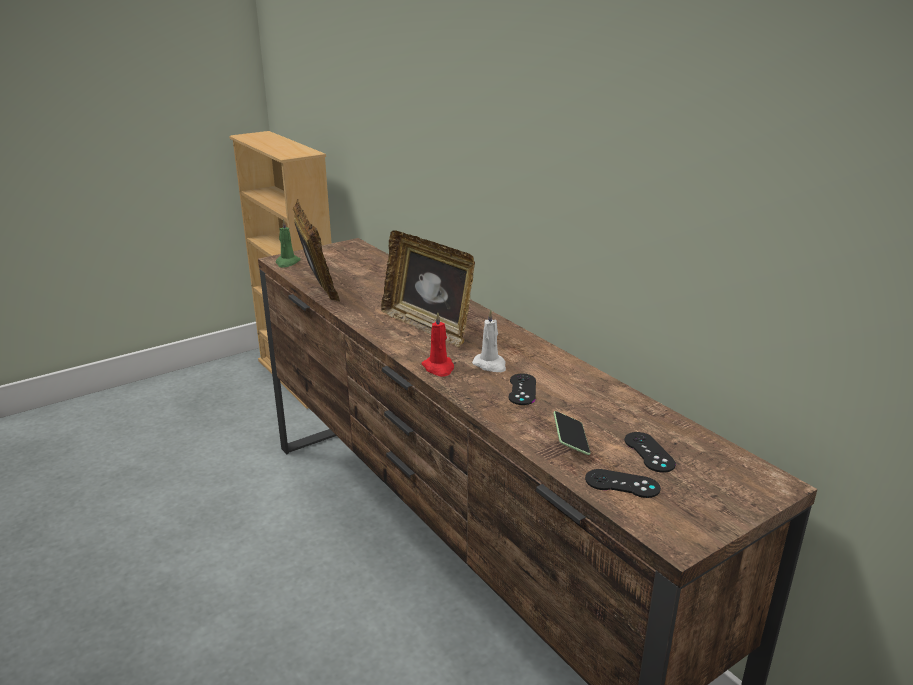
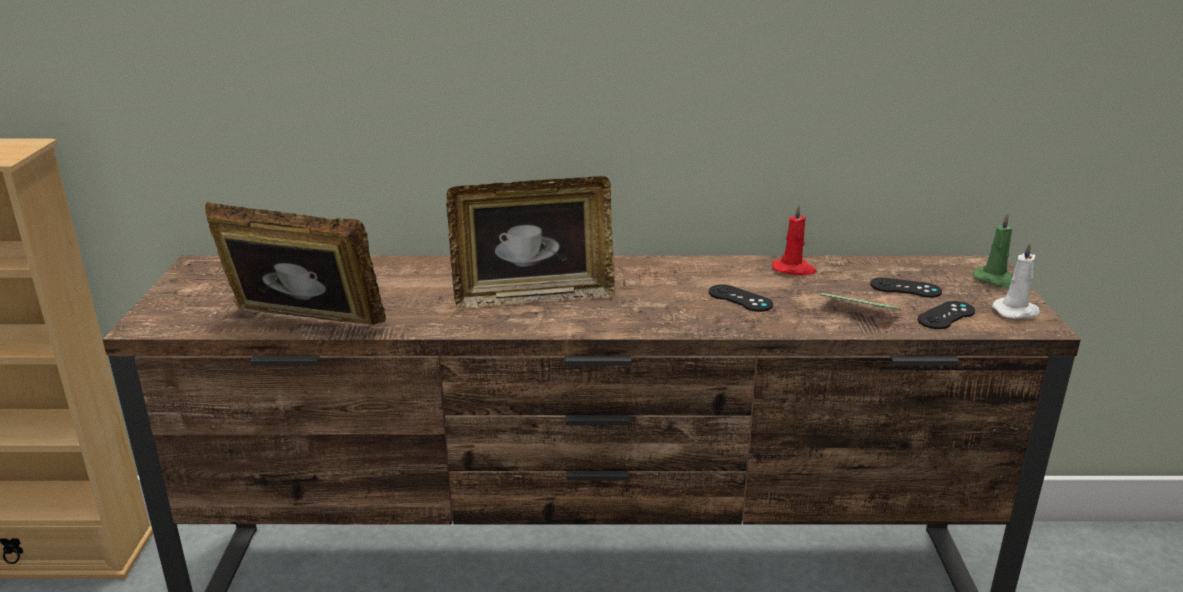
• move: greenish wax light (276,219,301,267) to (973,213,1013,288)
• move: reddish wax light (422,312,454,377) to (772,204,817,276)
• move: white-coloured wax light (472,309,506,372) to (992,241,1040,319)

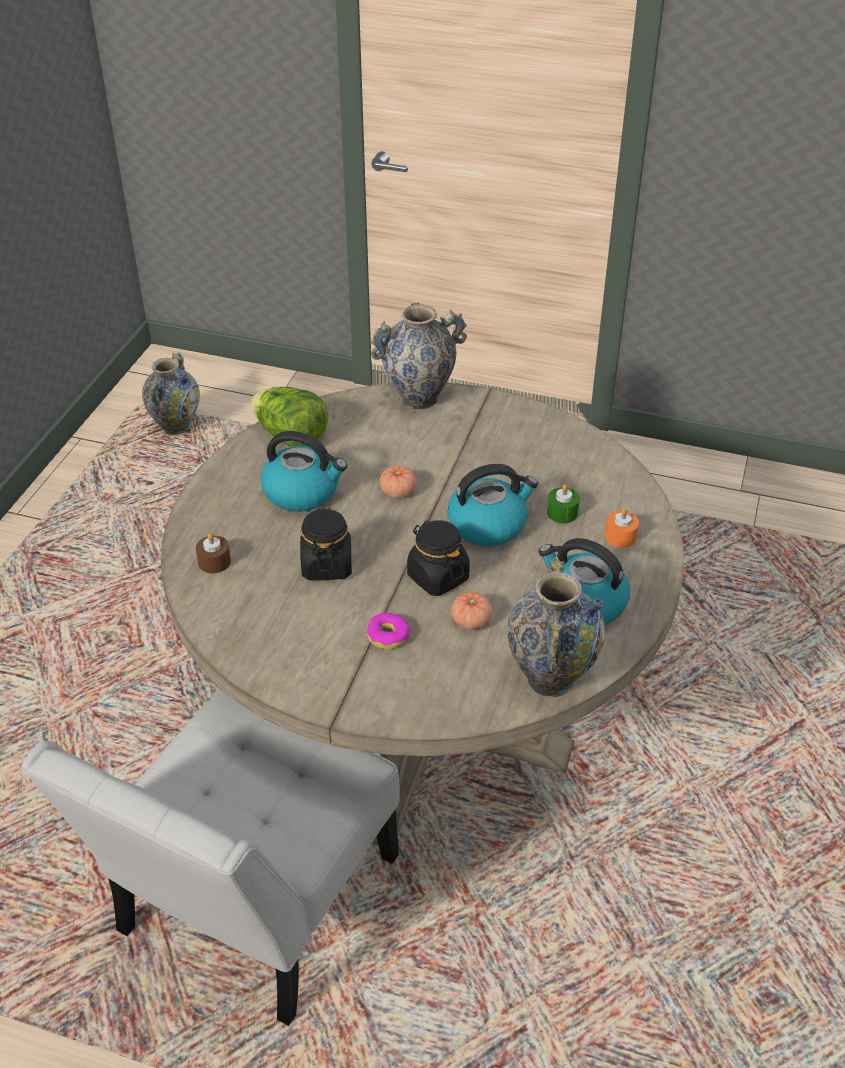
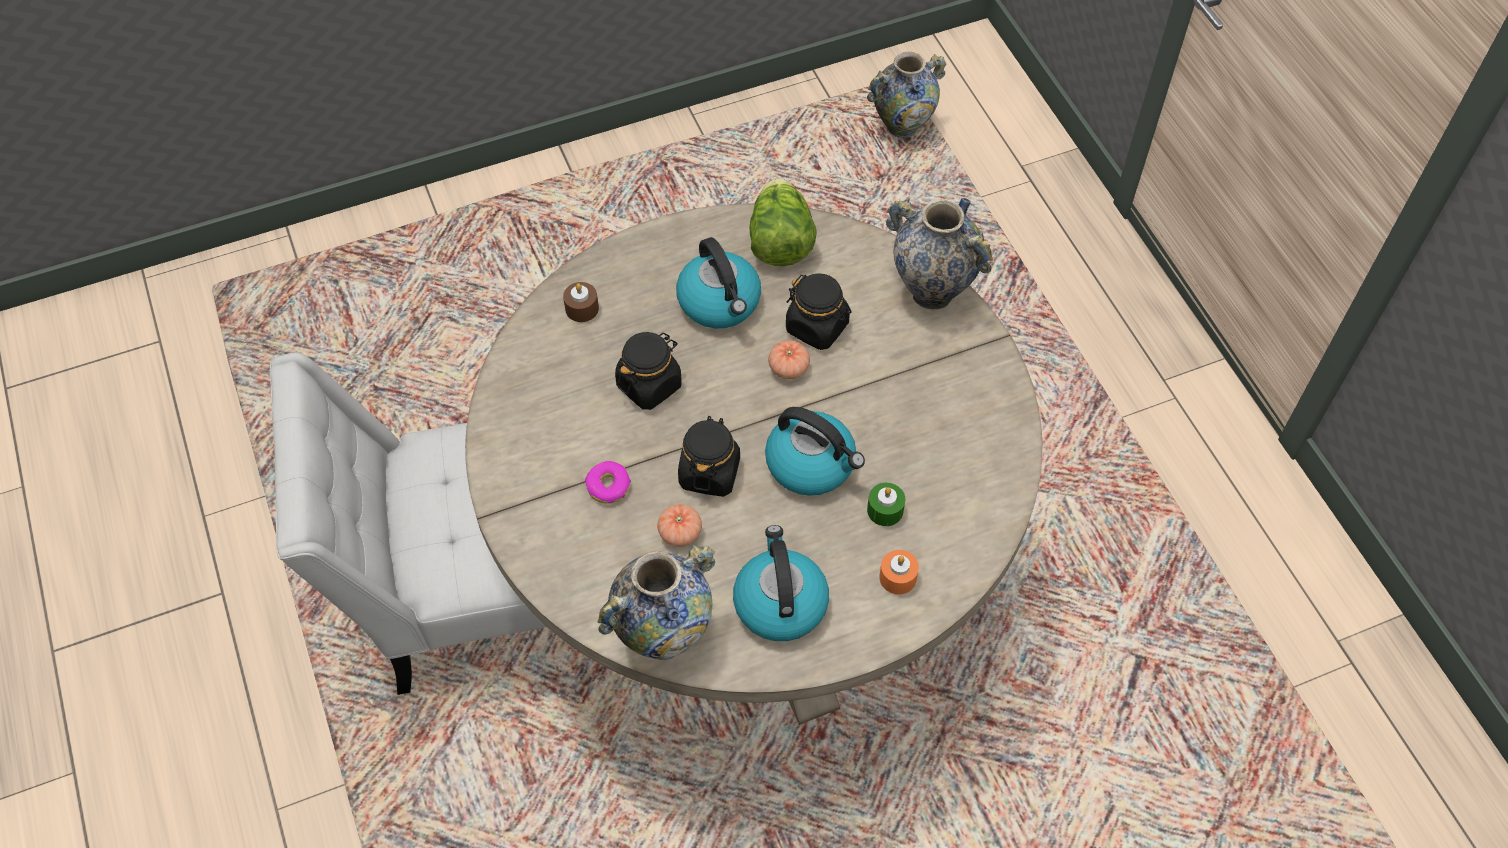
• insert: black-coloured storage jar (786,274,852,350)

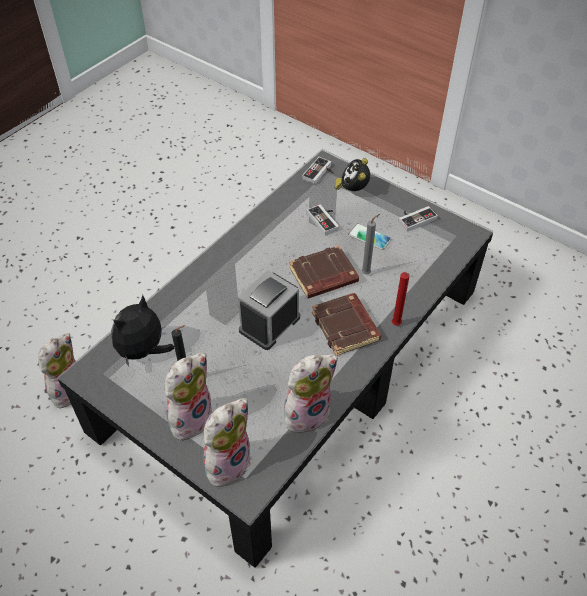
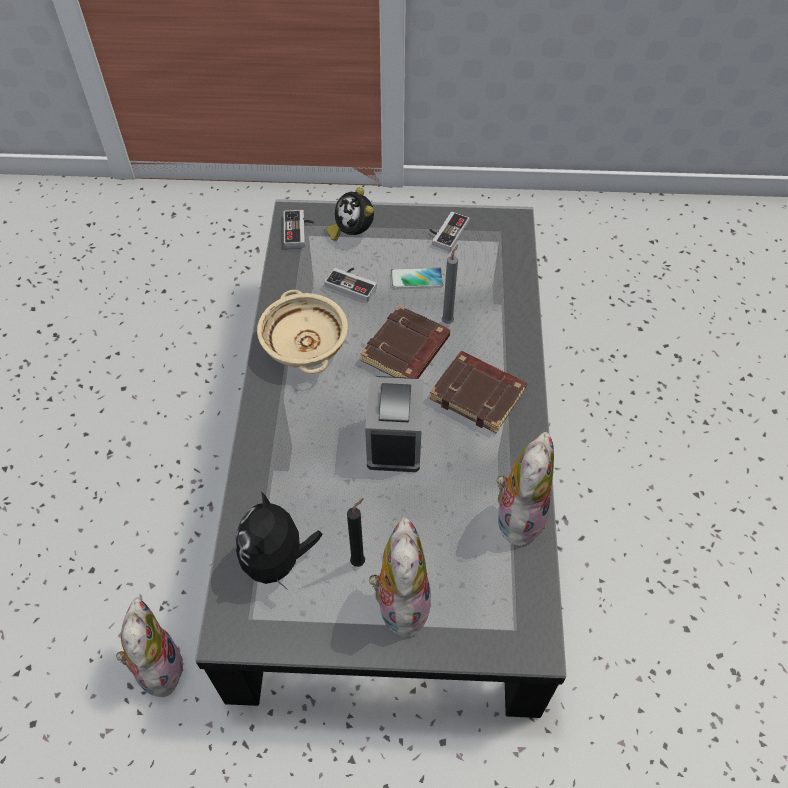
• delete: cuddly toy (203,398,252,487)
• delete: reddish wax light (392,272,410,326)
• insert: beige-coloured bowl (257,290,348,374)

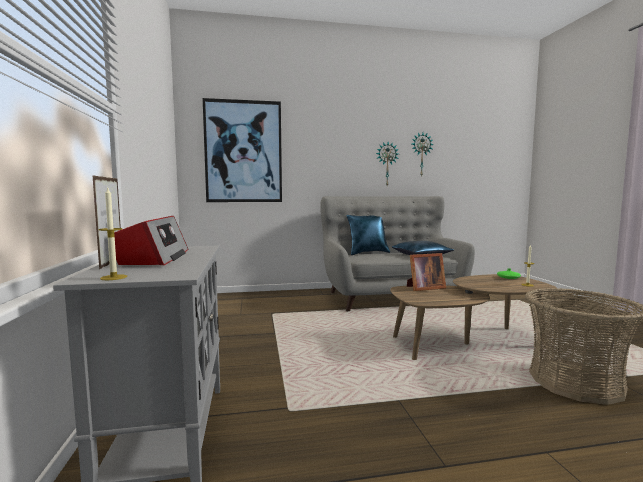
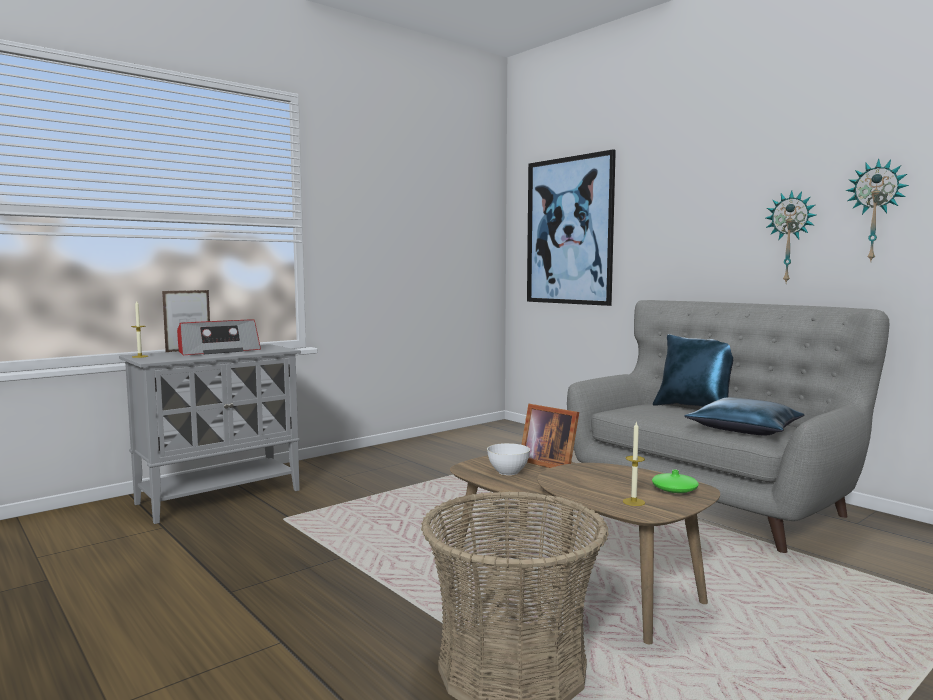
• insert: white-coloured bowl (487,443,530,475)

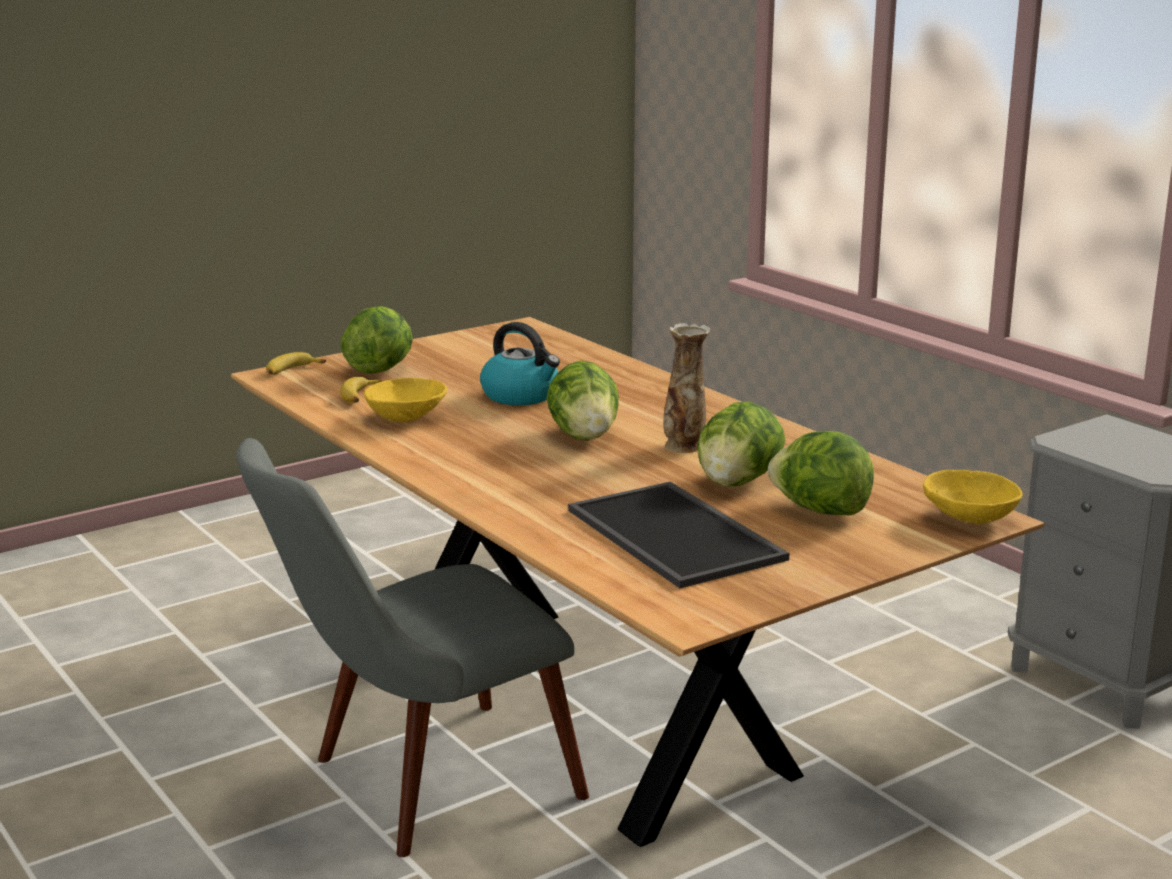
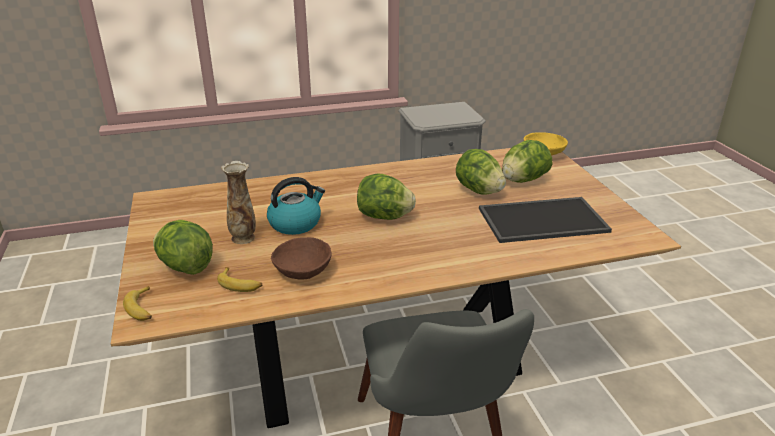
• move: decorative vase (663,323,710,453) to (221,161,256,244)
• recolor: yellowish bowl (364,378,447,422) to brown bowl (271,237,331,279)

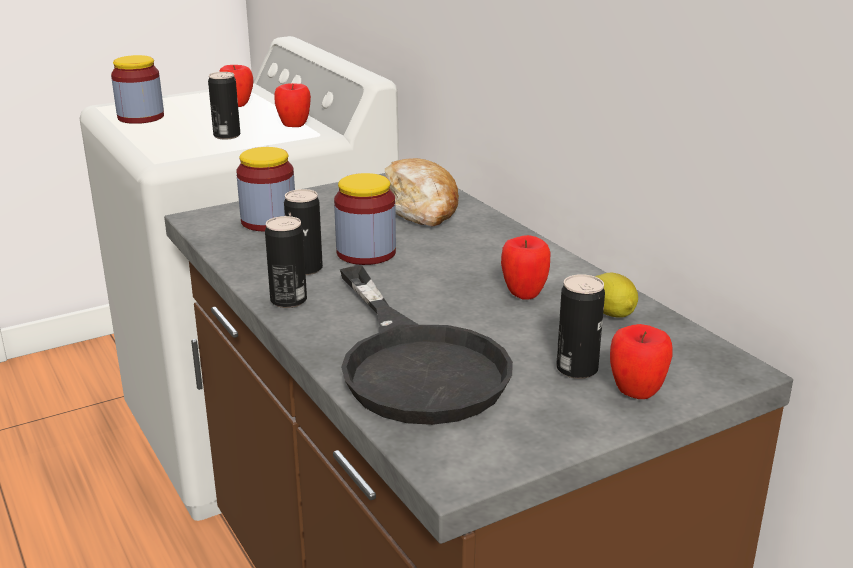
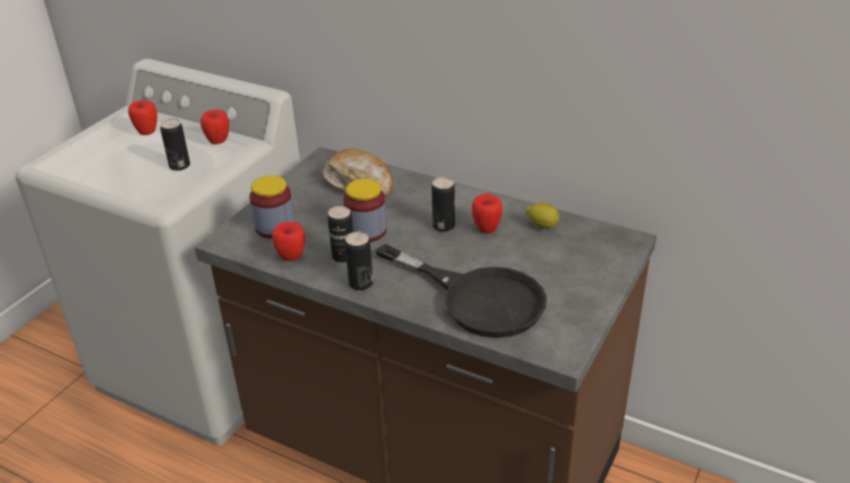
• delete: storage jar (111,55,164,124)
• move: sealed can (556,274,605,379) to (432,177,455,232)
• move: apple (610,324,673,399) to (272,222,305,261)

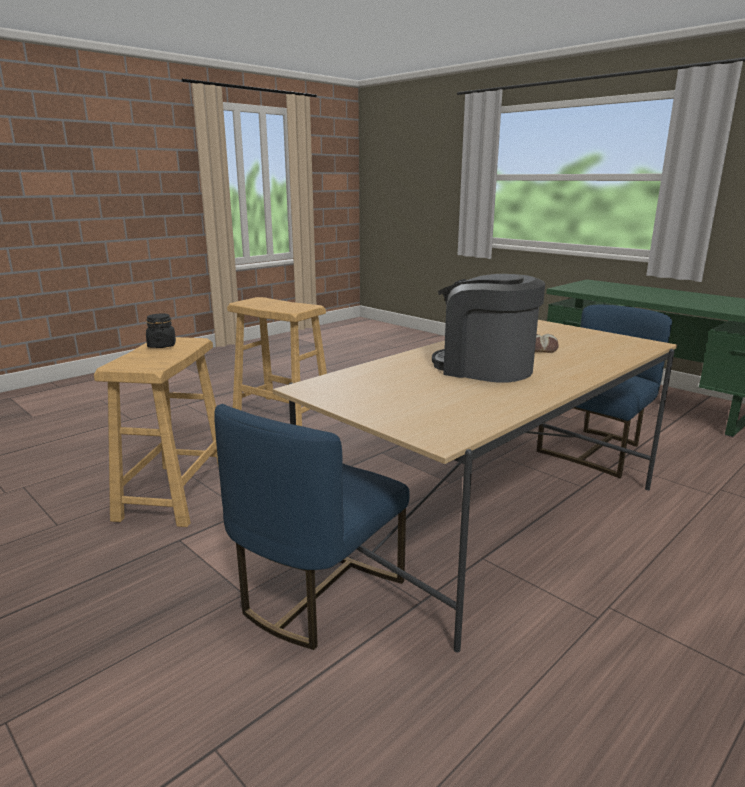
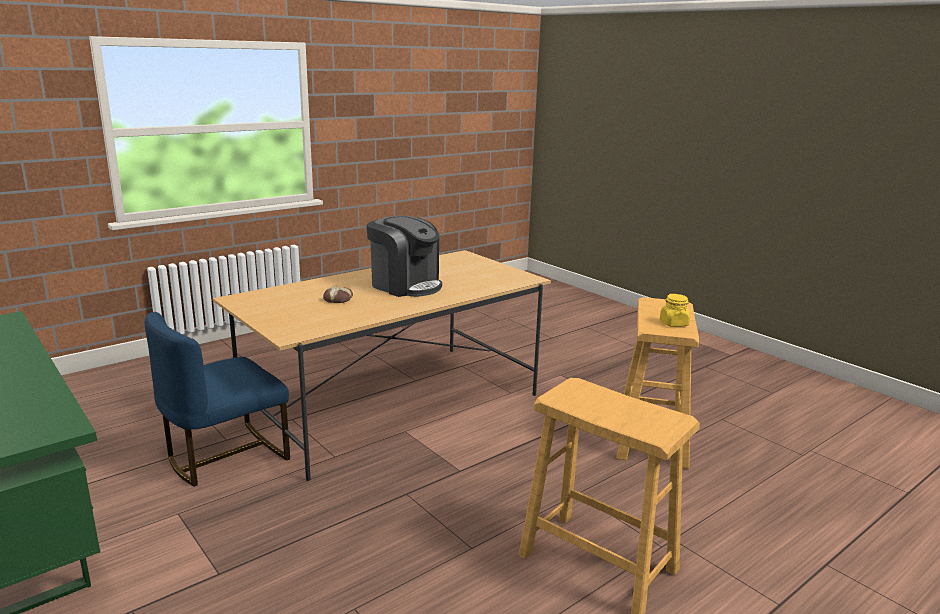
• delete: blue-coloured chair (214,404,410,650)
• recolor: black-coloured storage jar (146,314,176,348) to yellowish storage jar (660,294,690,327)

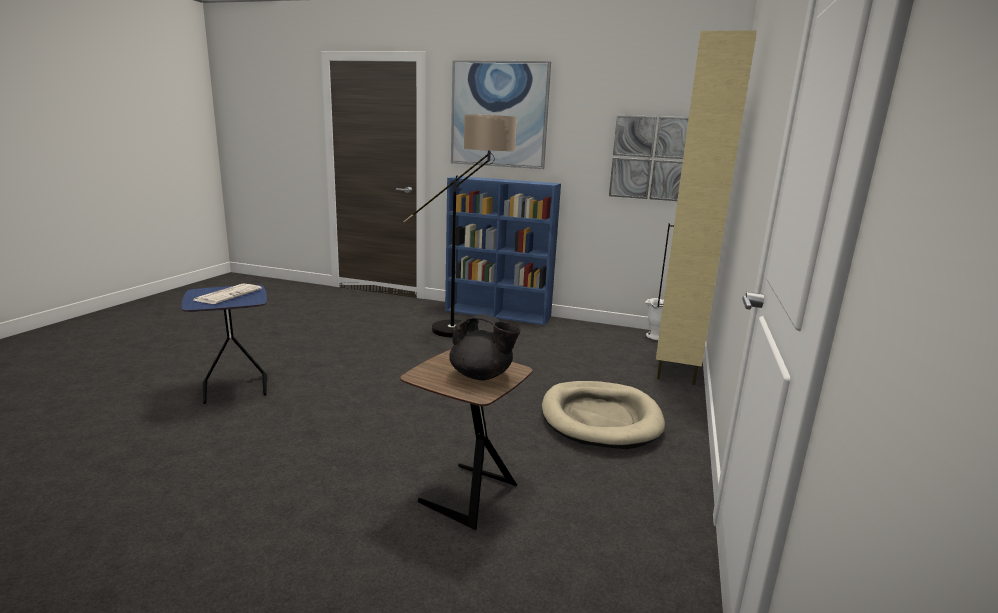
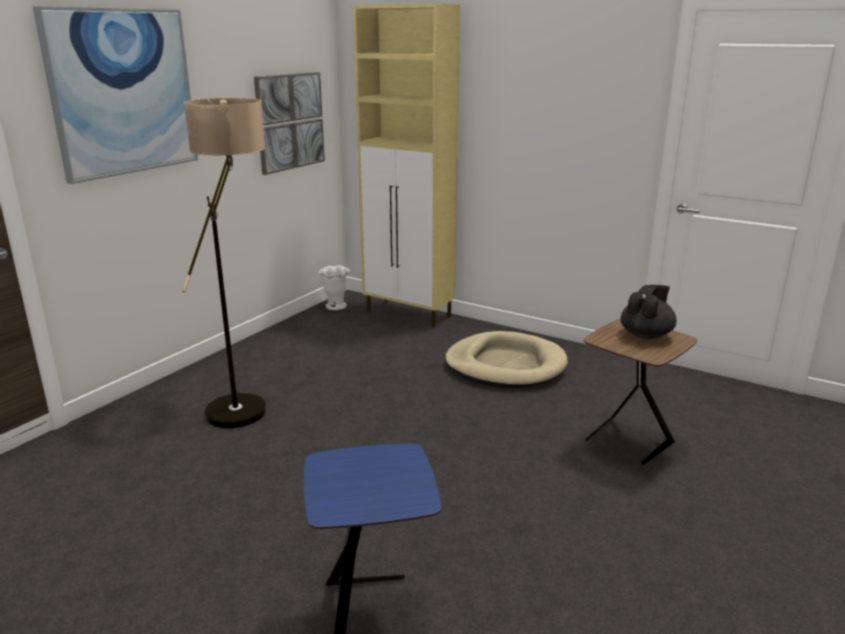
• delete: newspaper (194,284,262,304)
• delete: blue-coloured bookshelf (445,176,561,325)

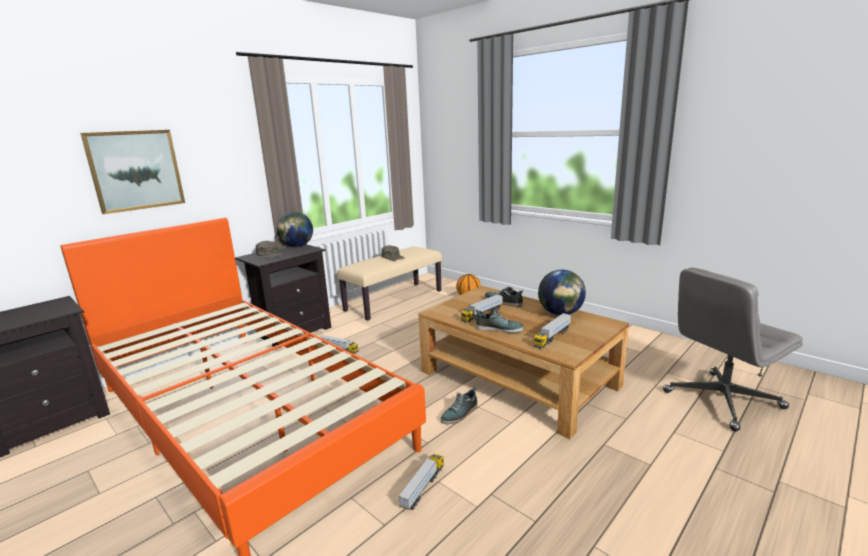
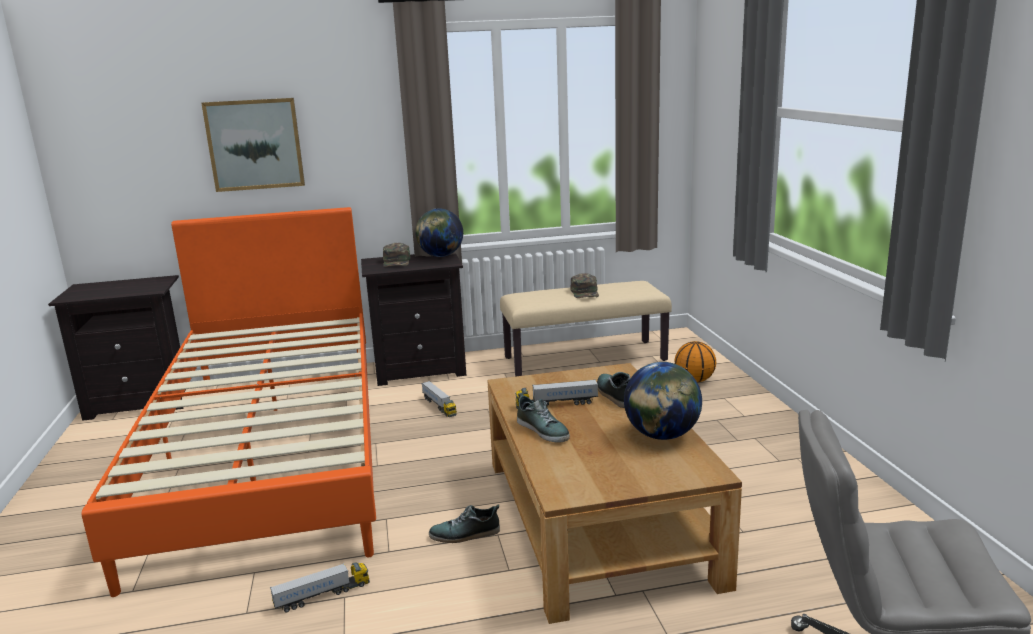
• delete: toy lorry (533,313,571,349)

